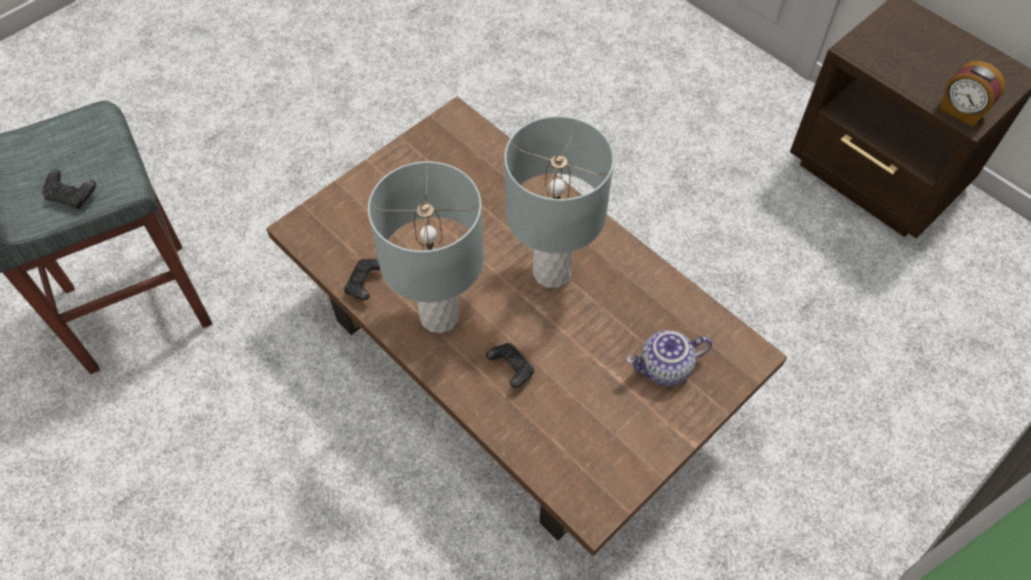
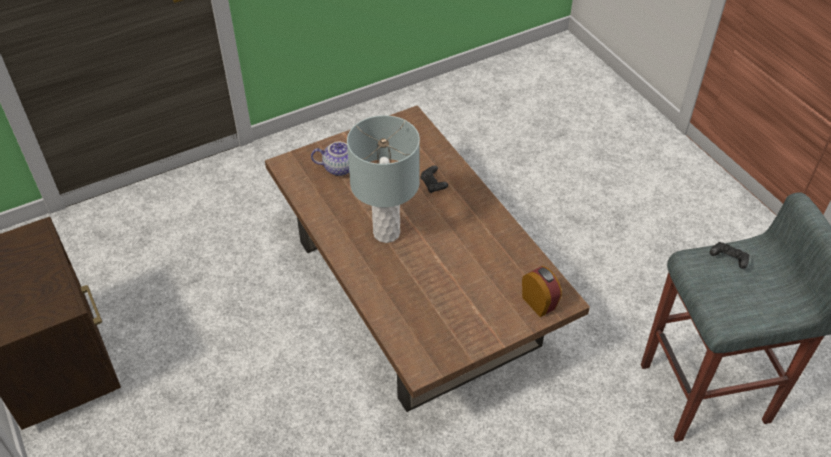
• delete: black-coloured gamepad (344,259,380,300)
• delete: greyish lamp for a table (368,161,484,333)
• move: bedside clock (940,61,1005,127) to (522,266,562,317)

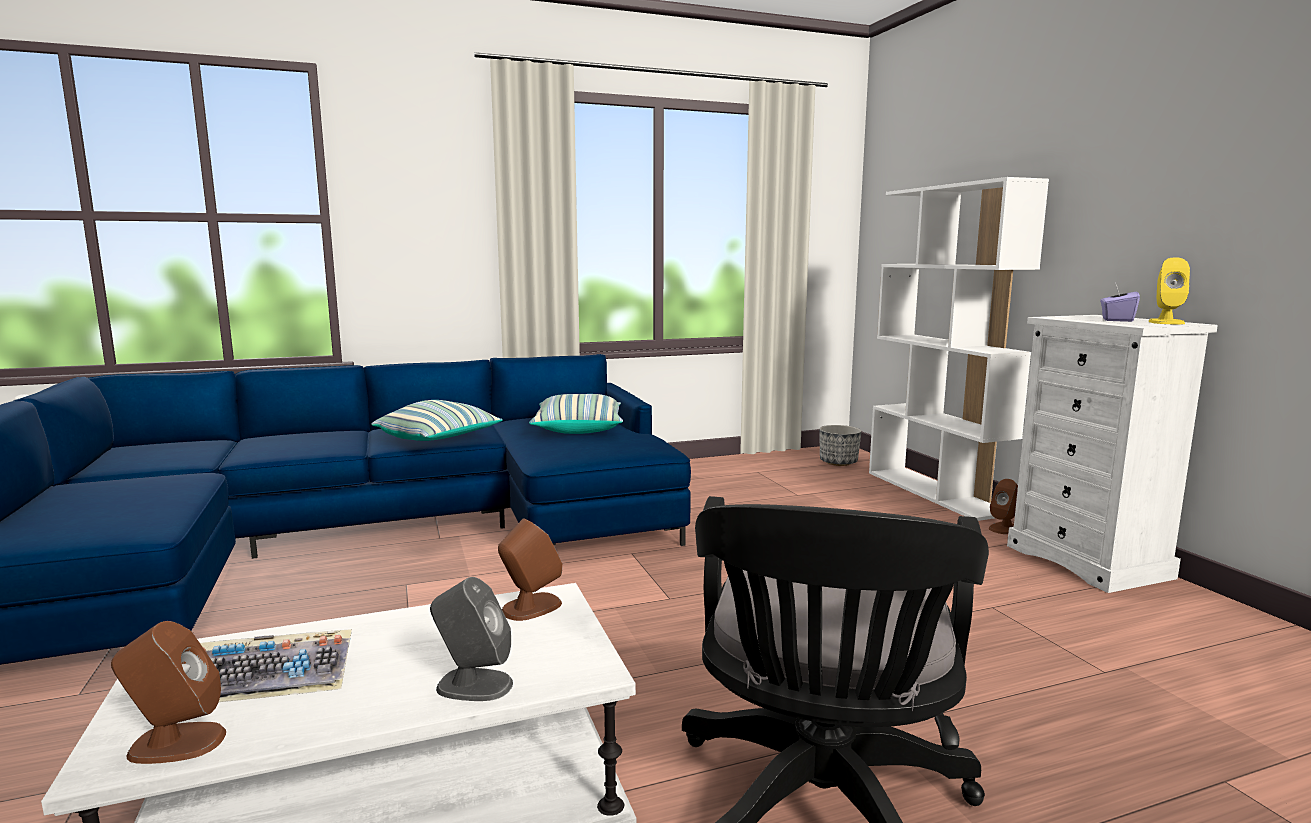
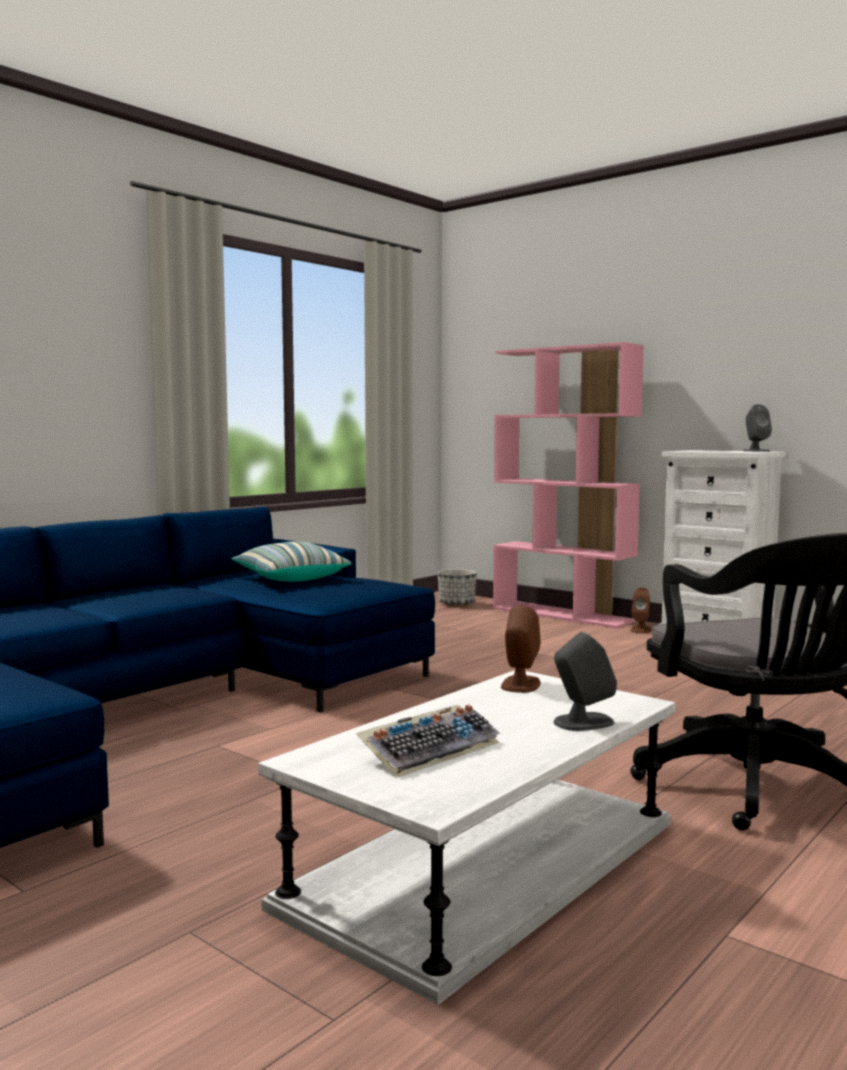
• delete: brown audio speaker (111,621,226,764)
• delete: cushion (371,400,503,441)
• delete: purple-coloured box of tissues (1100,285,1140,322)
• recolor: white-coloured bookshelf (869,177,1049,521) to pink-coloured bookshelf (493,342,644,629)
• recolor: yellowish audio speaker (1148,257,1190,325) to greyish audio speaker (743,404,772,452)

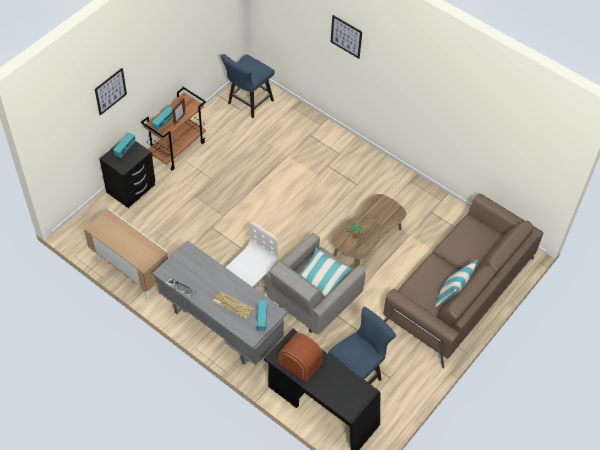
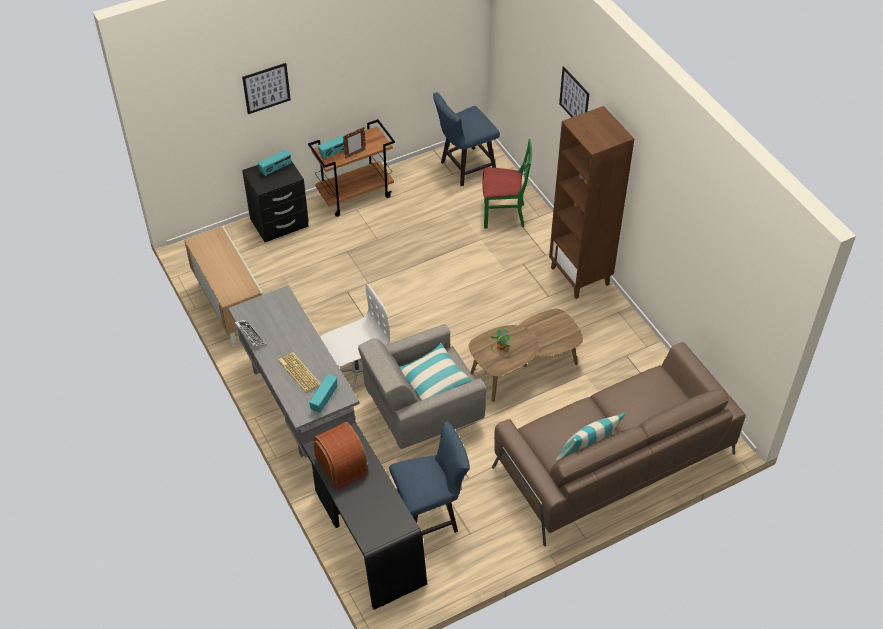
• insert: greenish chair (482,139,532,229)
• insert: brown bookshelf (549,106,634,299)

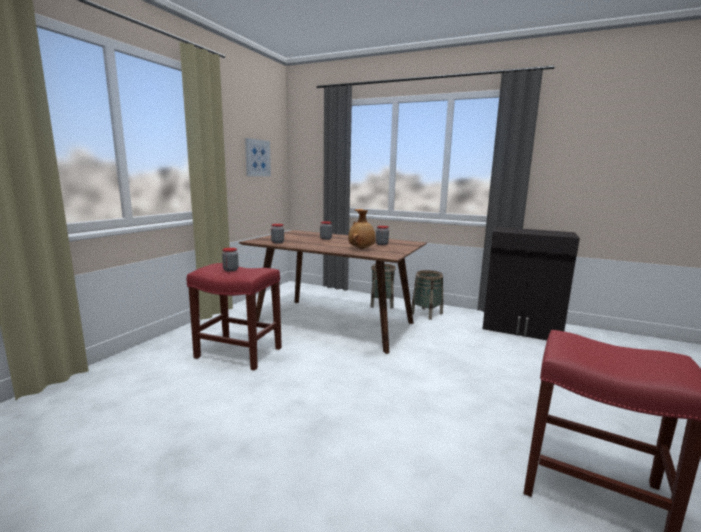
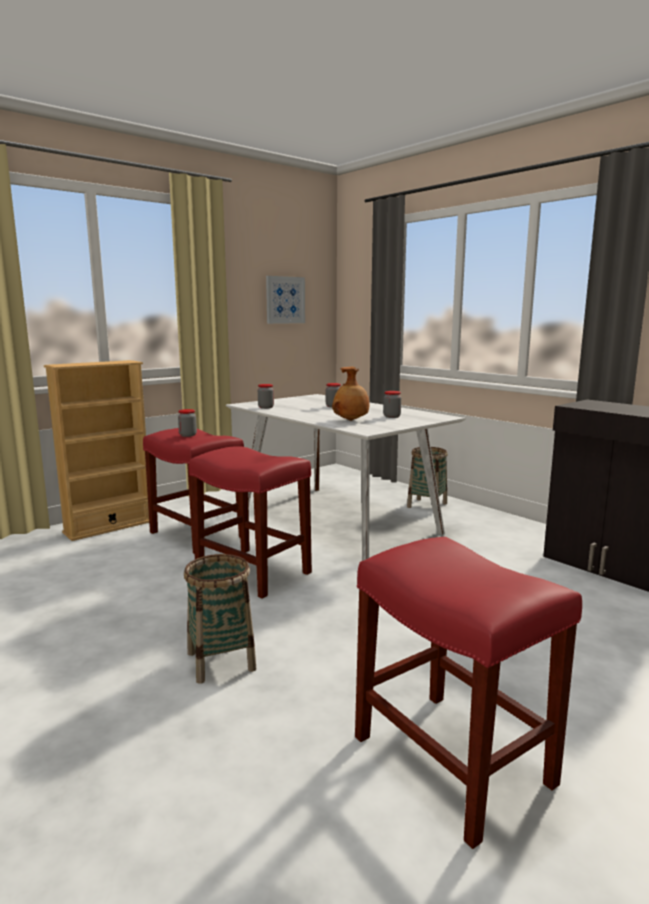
• insert: beige-coloured bookshelf (44,360,149,541)
• insert: reddish stool seat (189,446,312,599)
• move: storage basket (411,270,443,320) to (184,554,256,684)
• recolor: brown dining table (239,230,427,354) to white-coloured dining table (226,394,466,561)

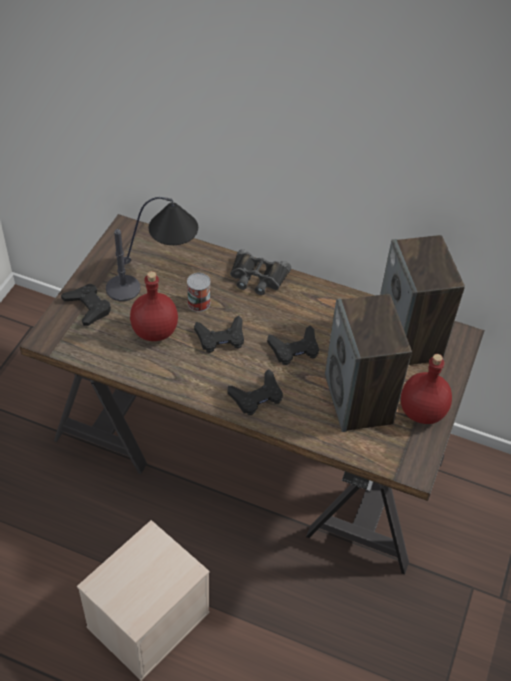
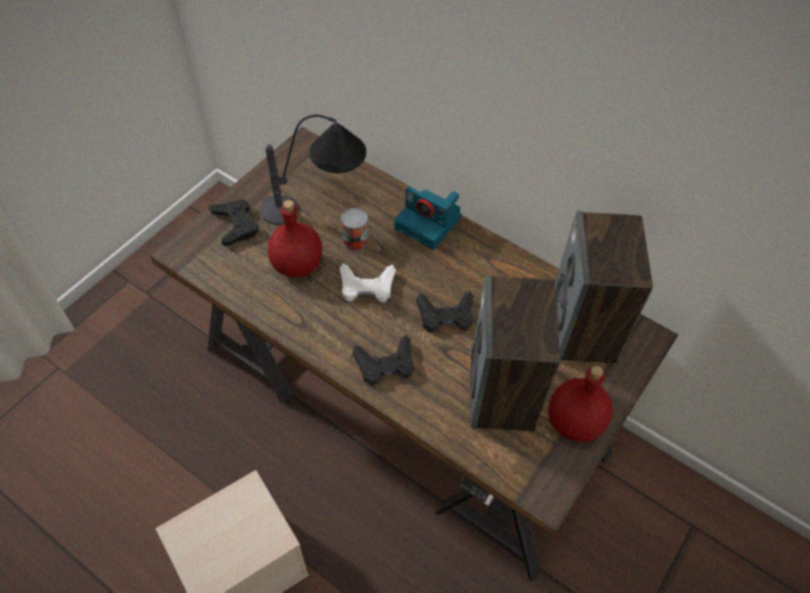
• replace: black-coloured field glasses (230,249,291,295) to still camera (394,186,461,250)
• recolor: black-coloured gamepad (194,316,244,353) to white-coloured gamepad (340,263,396,303)

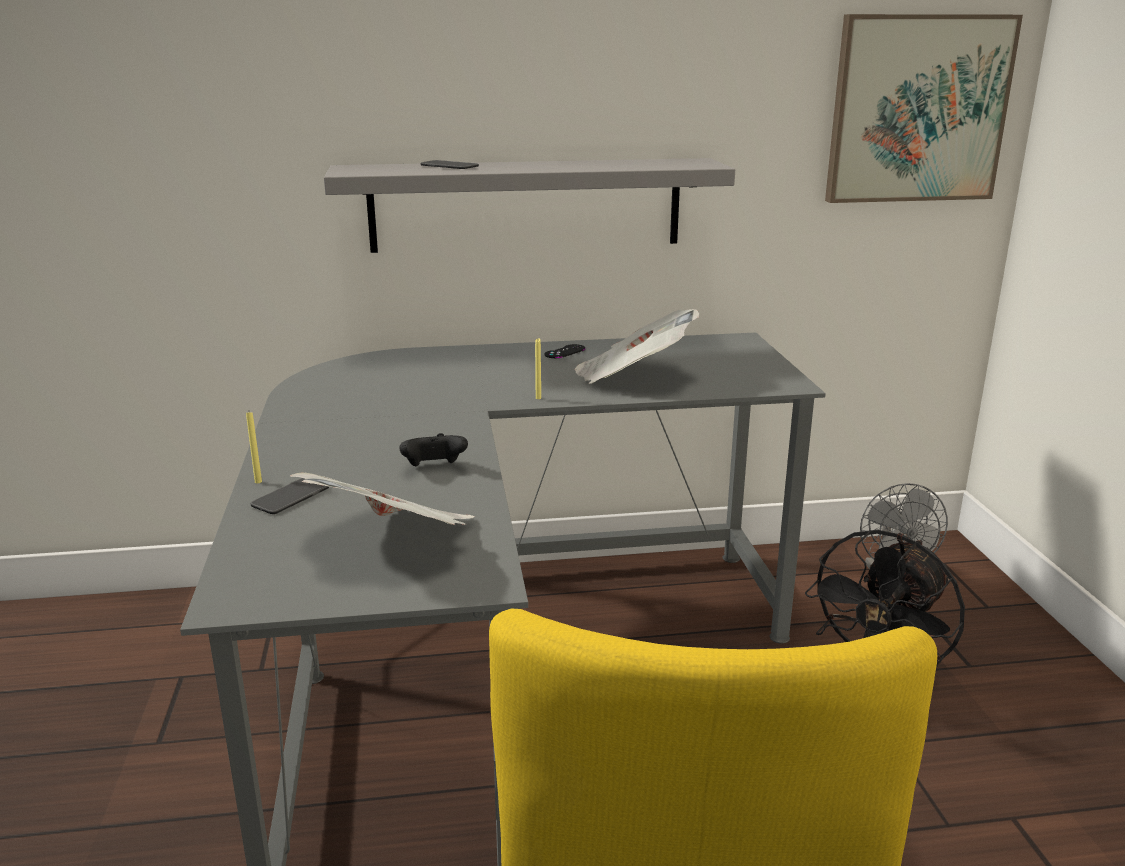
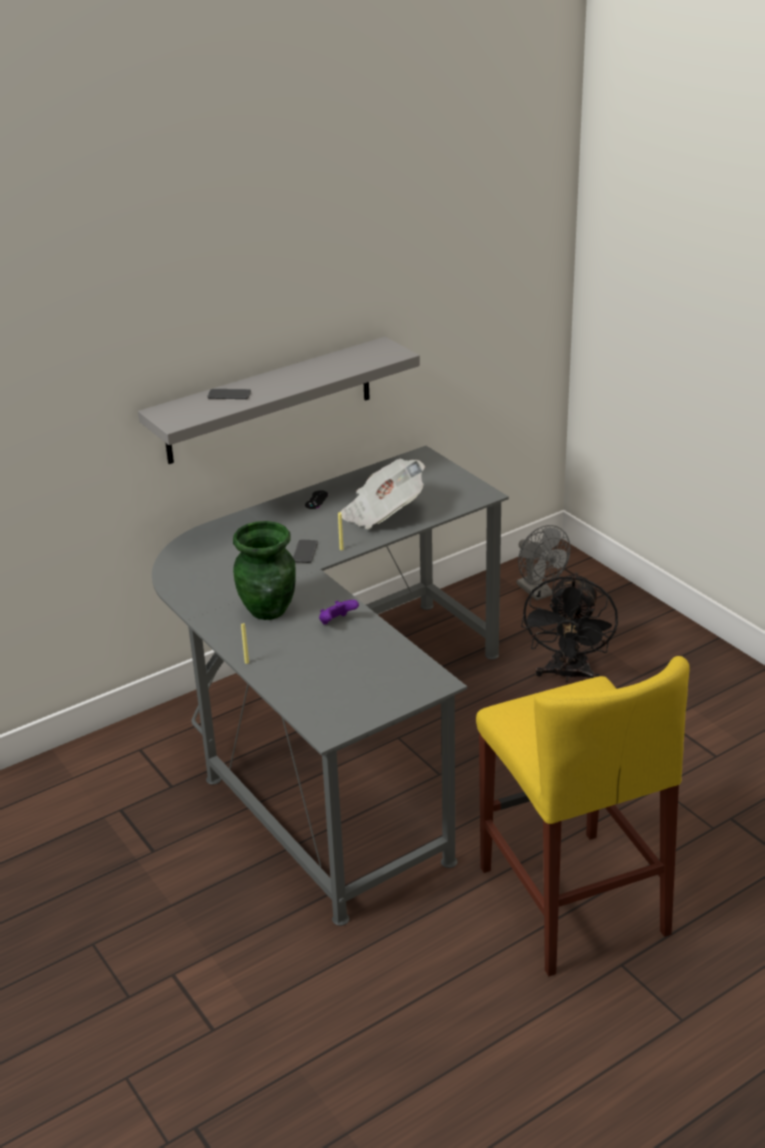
• delete: newspaper (290,473,475,525)
• delete: wall art (825,14,1023,203)
• insert: greenish decorative vase (233,521,296,620)
• move: telephone (250,478,329,514) to (293,540,318,563)
• recolor: black-coloured gamepad (399,433,468,466) to purple-coloured gamepad (319,600,359,624)

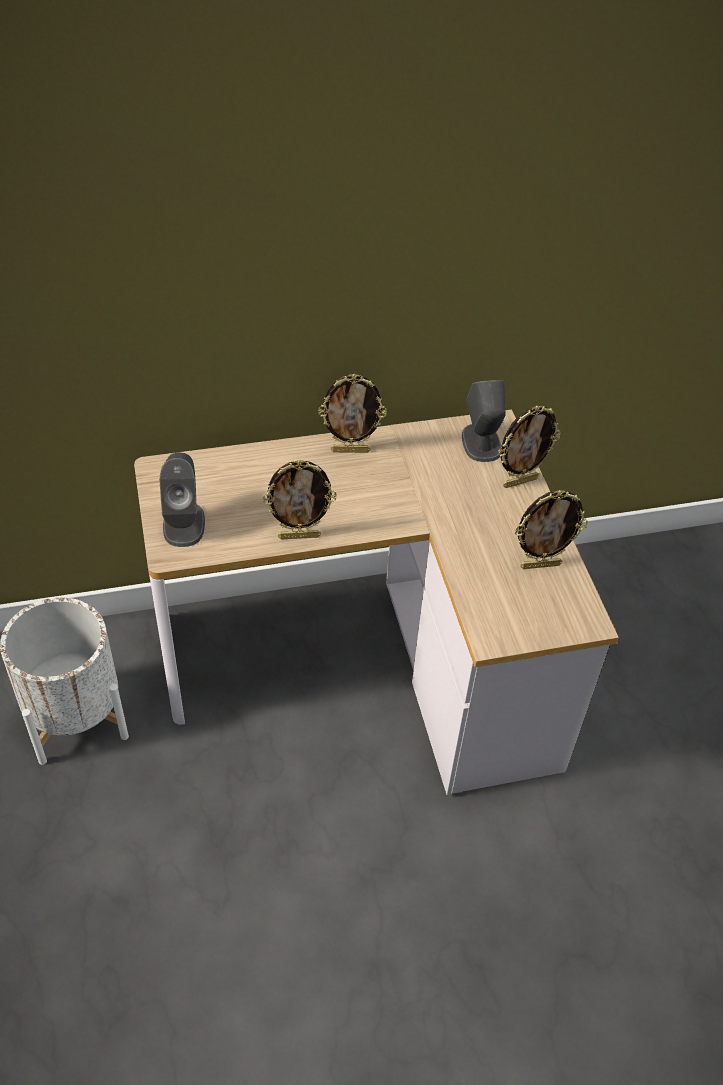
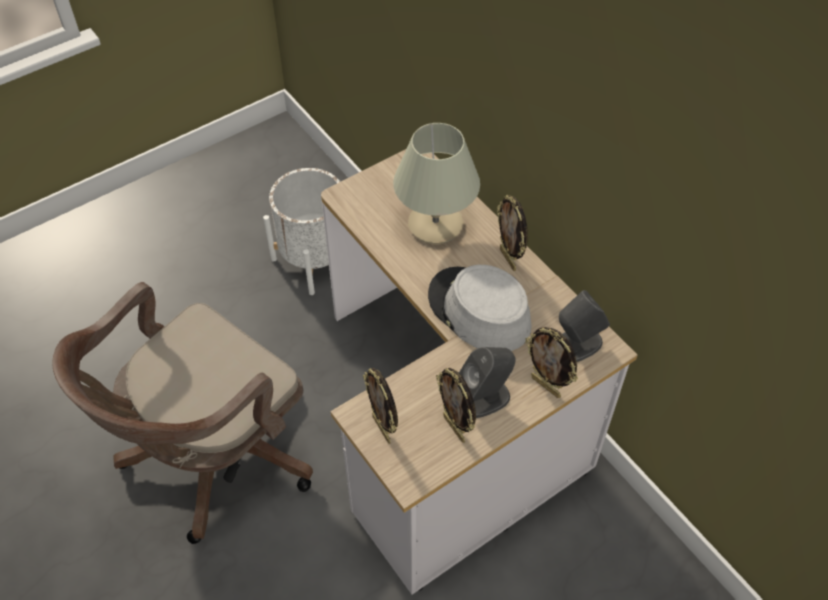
• insert: brown desk chair (52,282,313,544)
• insert: beige-coloured lamp for a table (393,123,480,244)
• insert: greyish wearable hat (428,265,532,351)
• move: greyish audio speaker (159,452,205,547) to (459,347,516,418)
• move: picture frame (262,460,337,539) to (363,368,398,444)

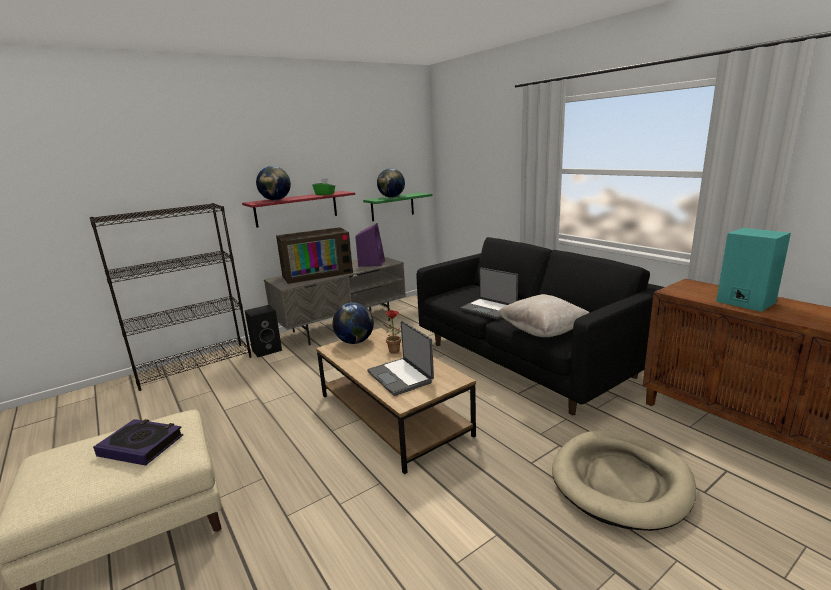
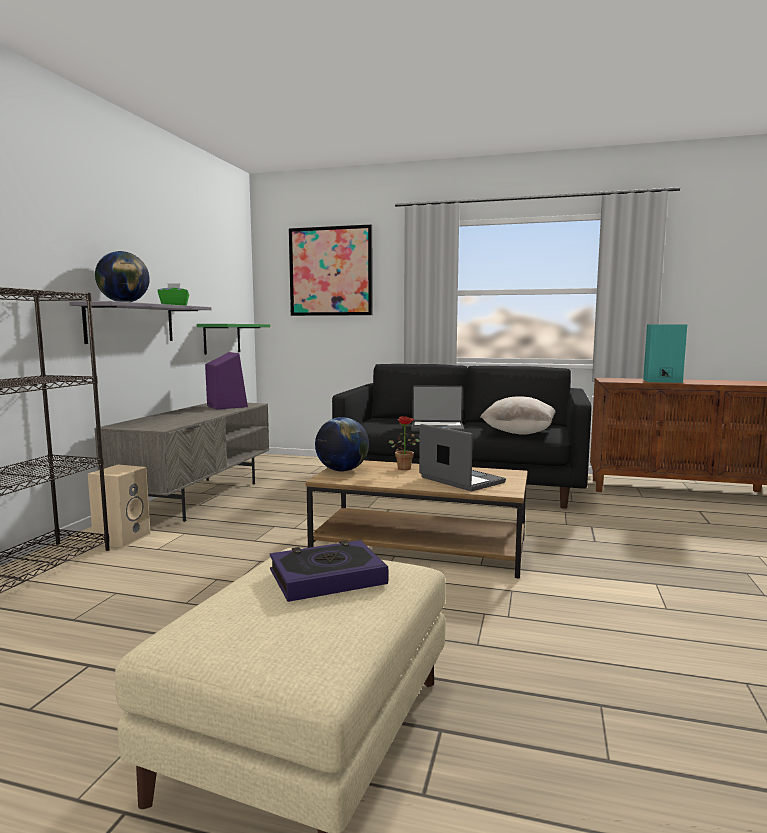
• delete: TV (276,227,353,284)
• delete: desk globe (377,168,405,198)
• delete: beige-coloured pet bed (552,430,696,531)
• insert: wall art (289,224,373,316)
• recolor: reddish shelf (242,191,355,228) to greyish shelf (69,301,212,344)
• recolor: black-coloured audio speaker (245,305,282,357) to beige-coloured audio speaker (88,465,151,548)
• rotate: laptop (367,321,434,396) = (419,424,506,491) 150 degrees counterclockwise

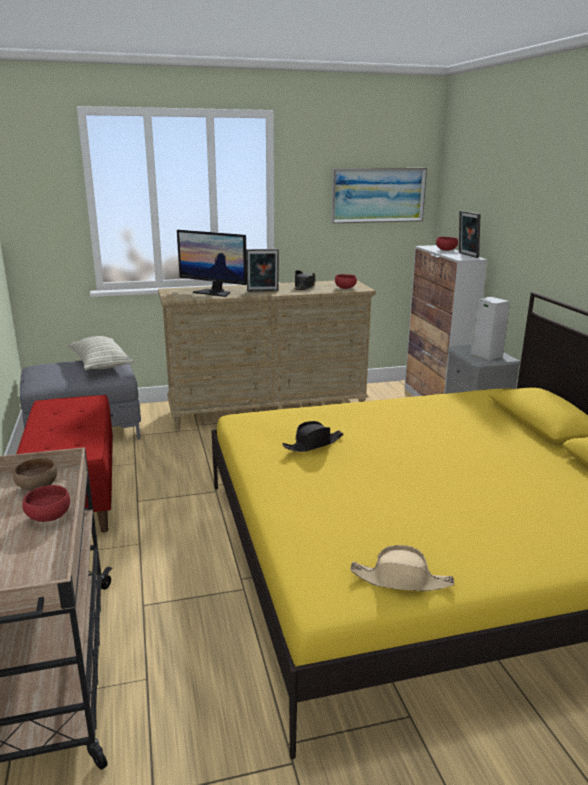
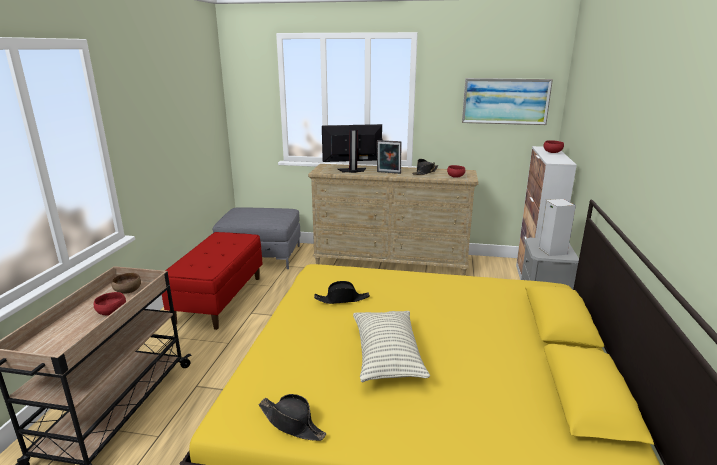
• delete: picture frame (459,211,480,258)
• move: cushion (68,336,134,370) to (353,311,430,382)
• recolor: beige-coloured wearable hat (351,545,454,591) to black-coloured wearable hat (258,394,326,441)
• rotate: computer screen (177,230,247,297) = (322,124,383,173) 120 degrees clockwise

